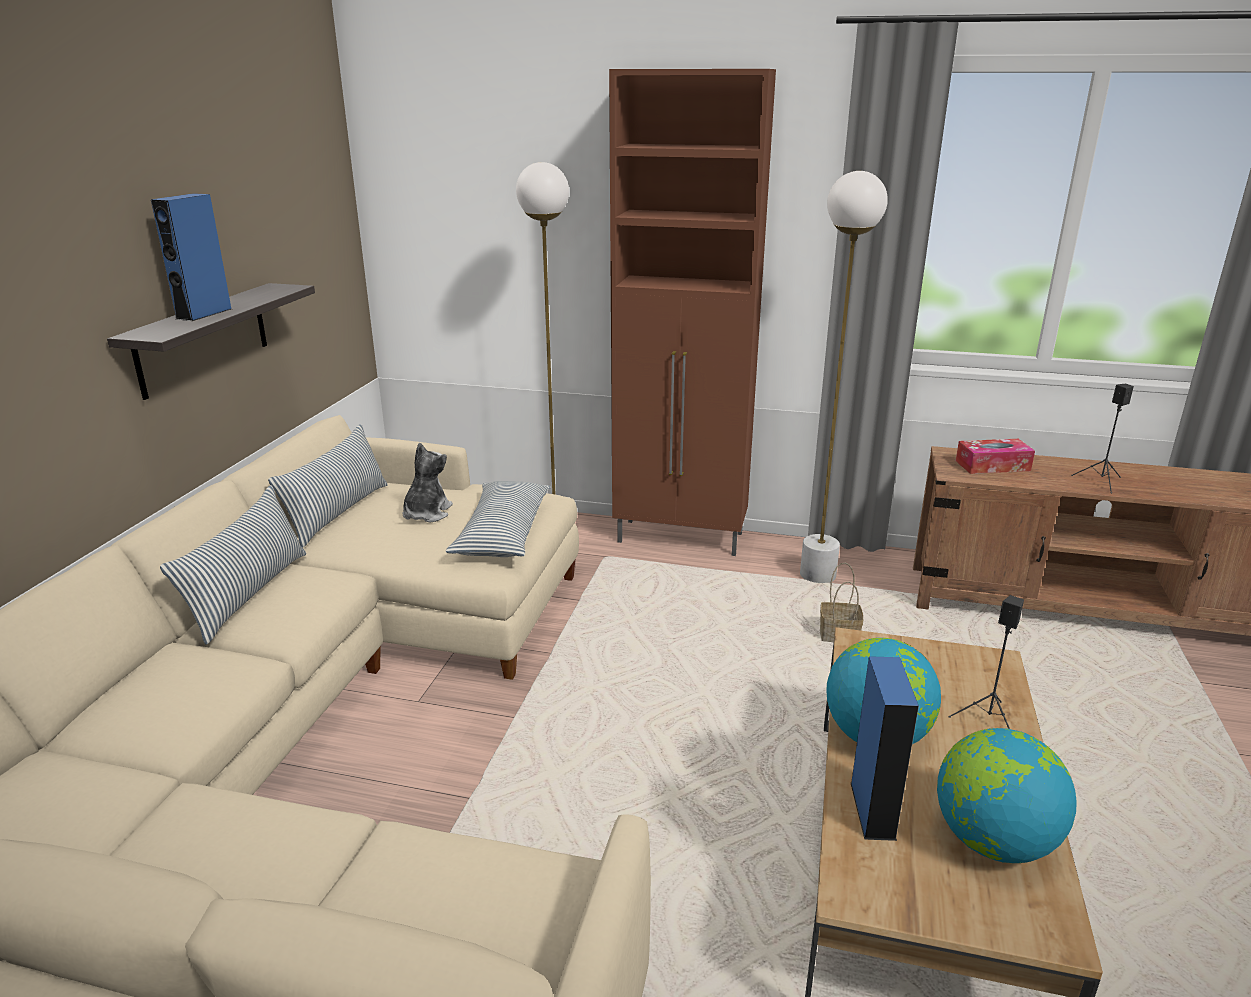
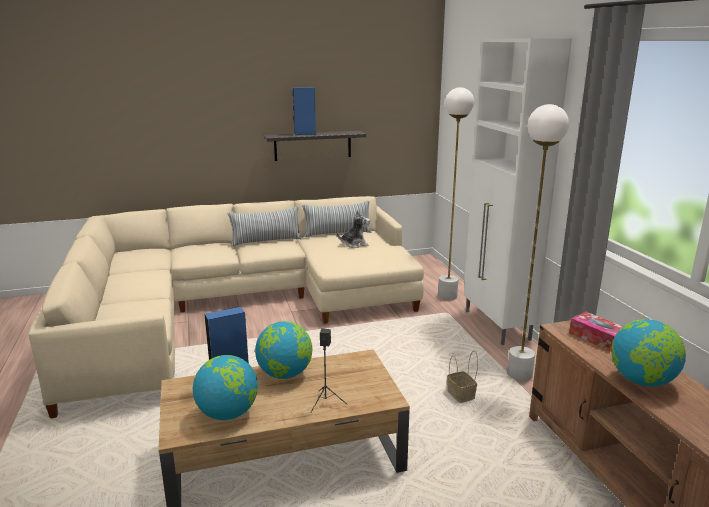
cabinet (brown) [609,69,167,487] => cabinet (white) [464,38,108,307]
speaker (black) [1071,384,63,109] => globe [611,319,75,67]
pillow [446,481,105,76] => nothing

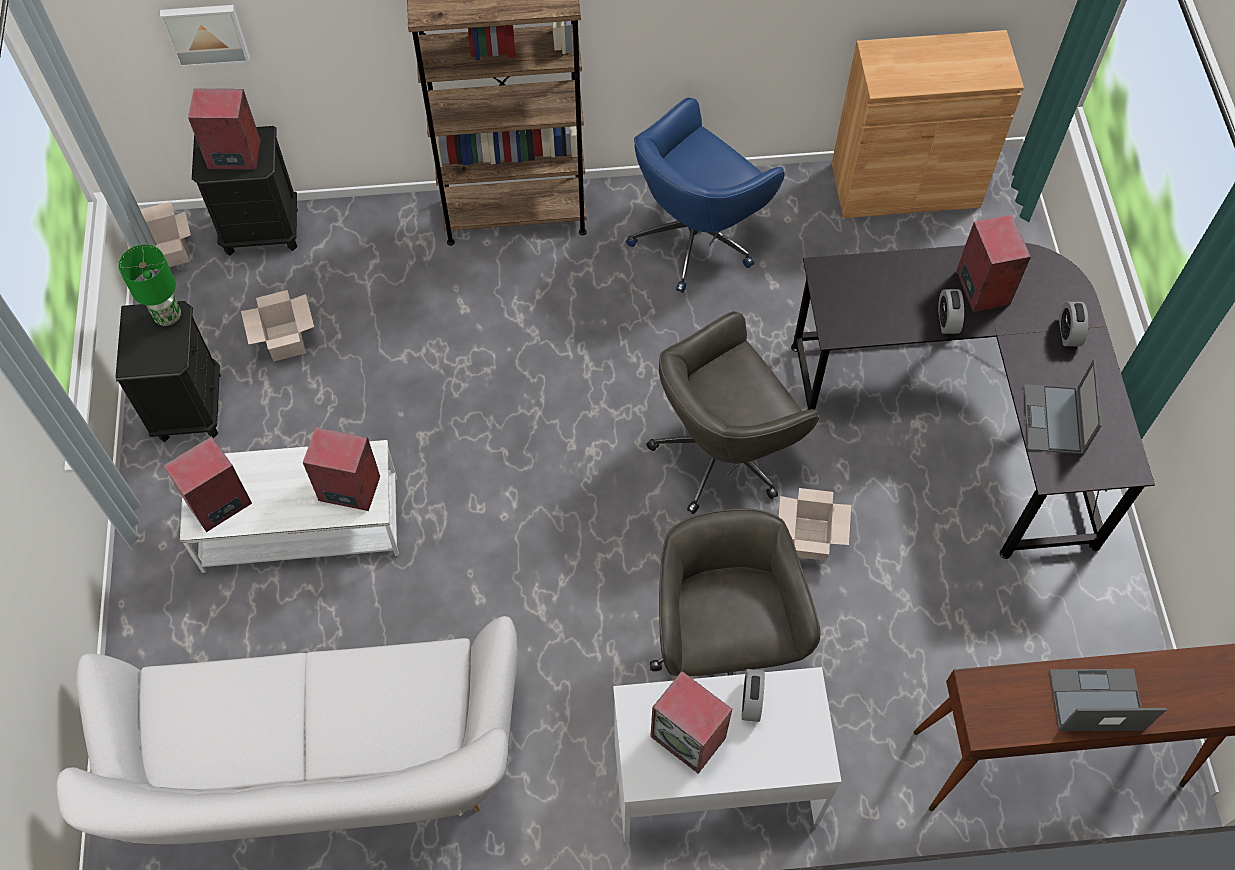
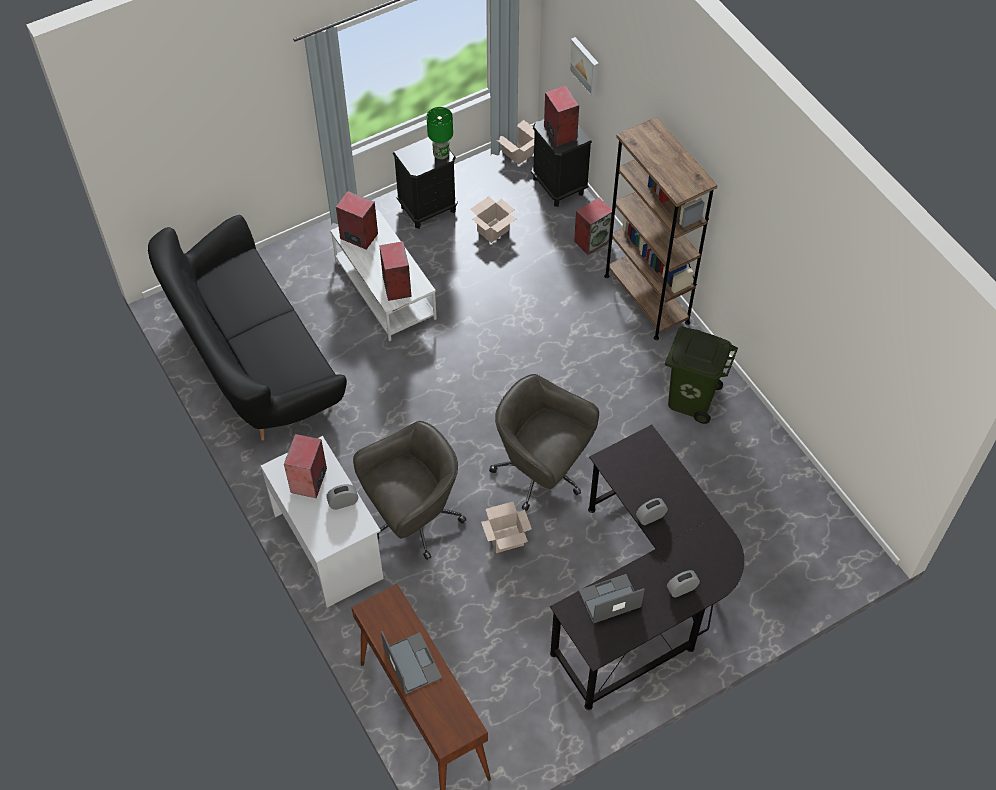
sofa (white) [56,616,462,230] => sofa (black) [148,215,199,226]
speaker [956,215,75,97] => speaker [574,197,38,58], move
office chair (blue) [626,97,159,196] => trash can (green) [665,326,73,98]
cabinet (brown) [832,30,192,188] => nothing

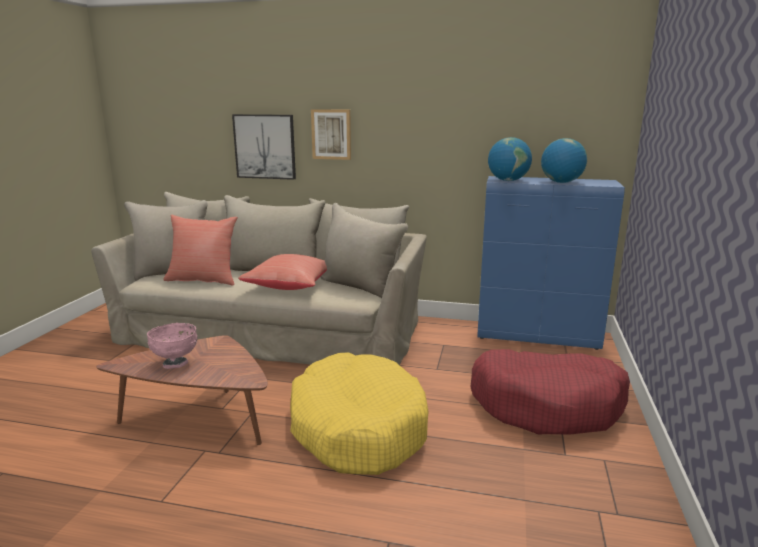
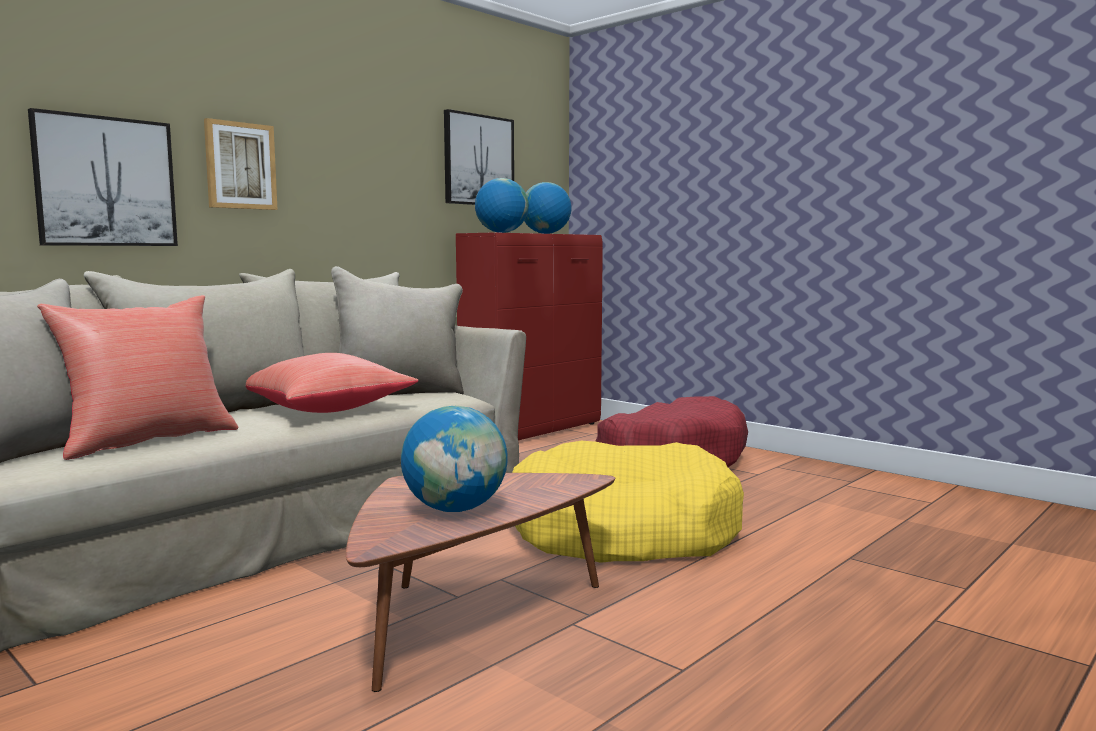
bowl (pink) [147,323,50,46] => globe [401,405,107,107]
nothing => picture [444,109,70,96]
cabinet (blue) [477,176,148,174] => cabinet (red) [456,232,147,208]

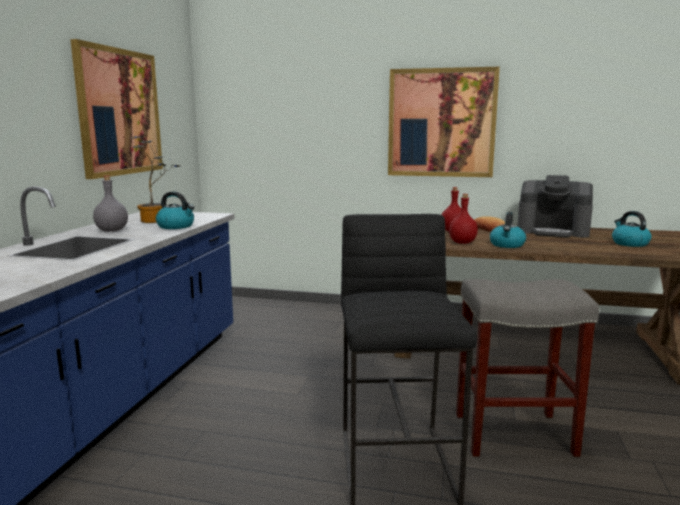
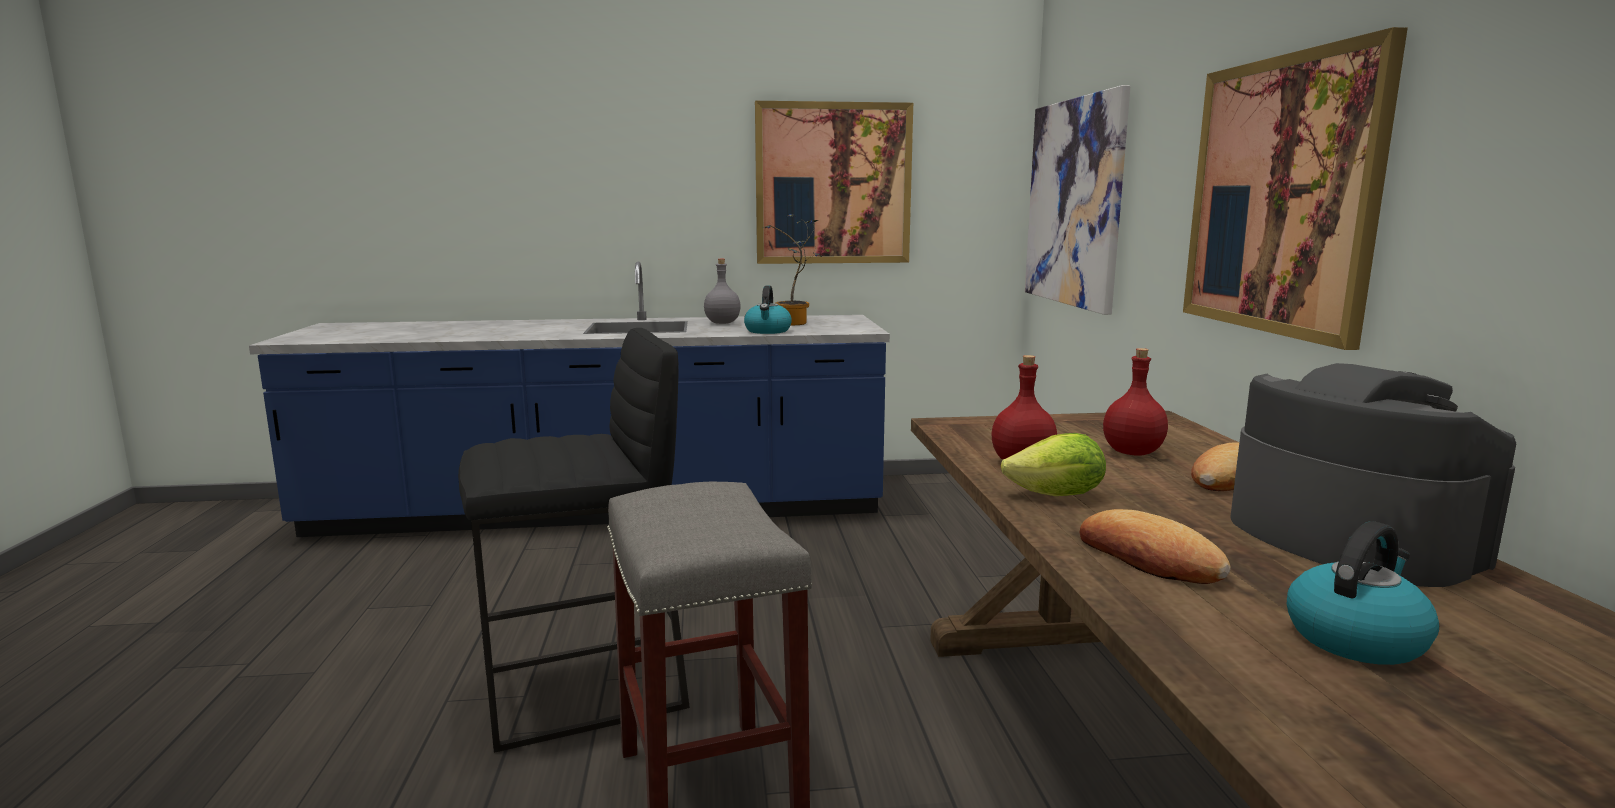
kettle [490,212,36,36] => lettuce [1001,433,105,63]
nothing => picture [1025,85,105,230]
nothing => bread [1080,509,150,75]
coffee machine [517,175,76,63] => coffee machine [1231,363,285,224], 150 degrees clockwise

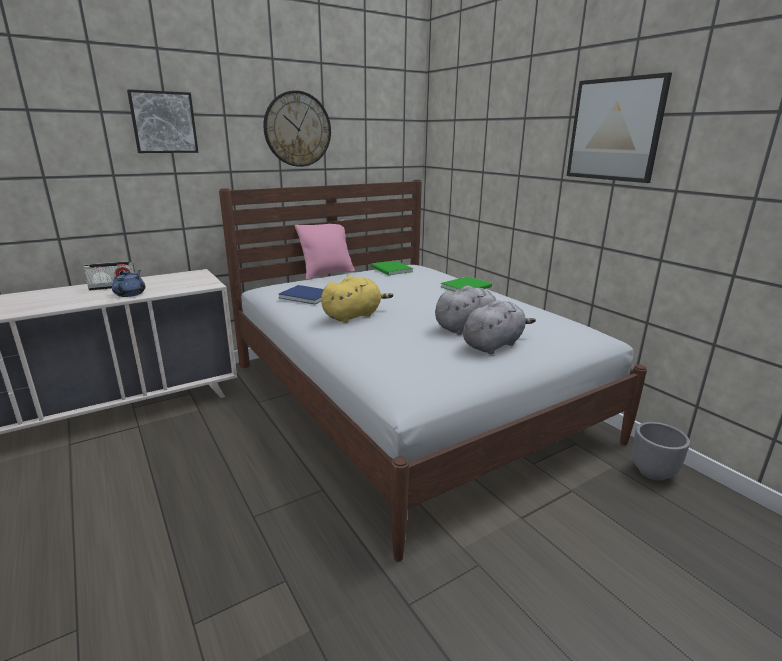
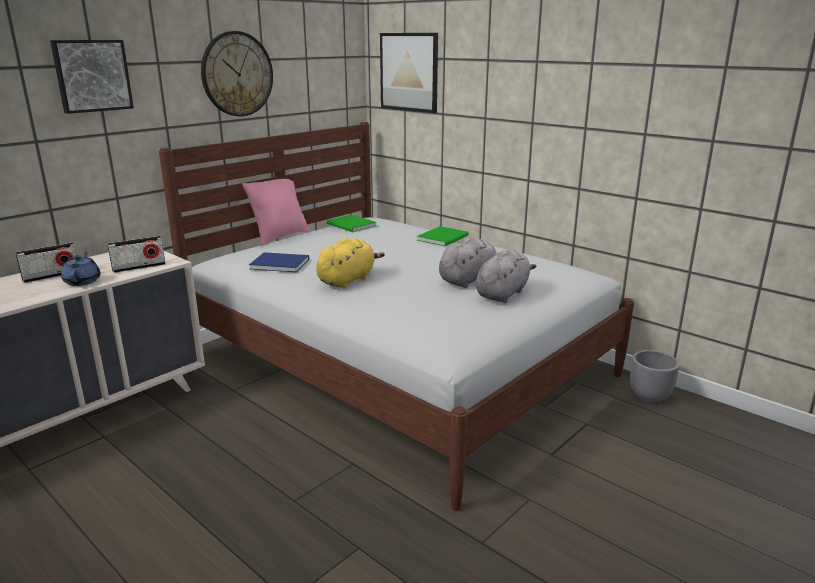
nothing => radio [107,236,59,37]
picture [567,72,105,111] => picture [380,33,58,80], move

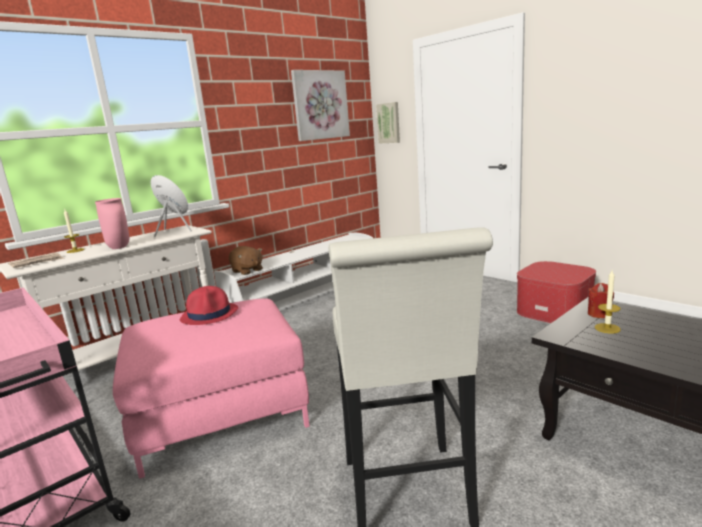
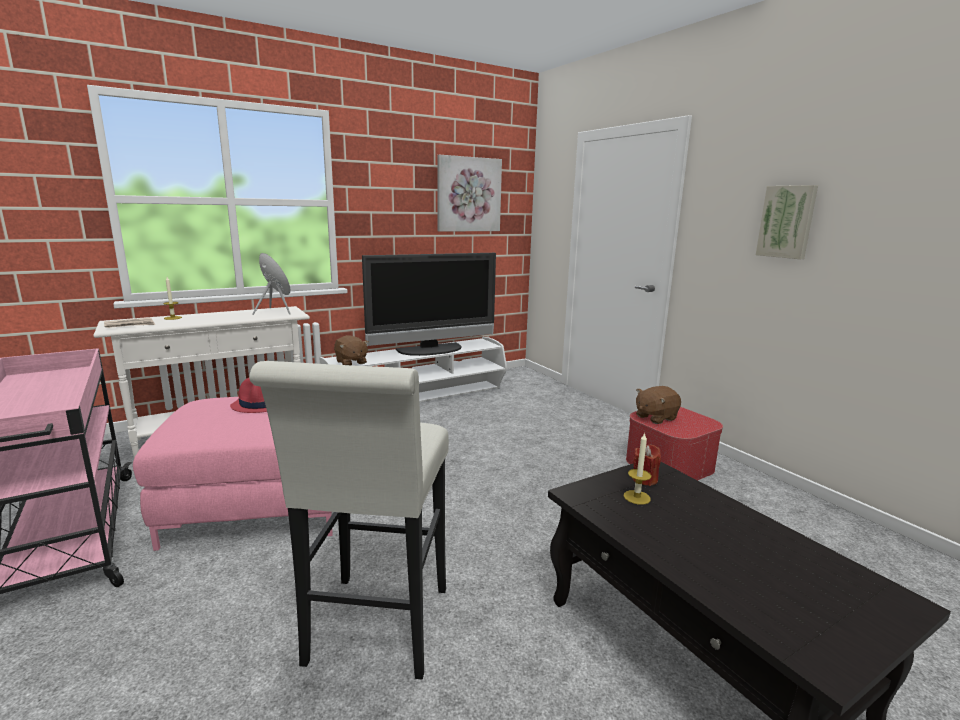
nothing => television [362,253,134,103]
nothing => plush toy (brown) [636,386,45,38]
picture [376,102,24,42] => picture [756,185,62,74], move
vase (pink) [95,198,35,51] => nothing

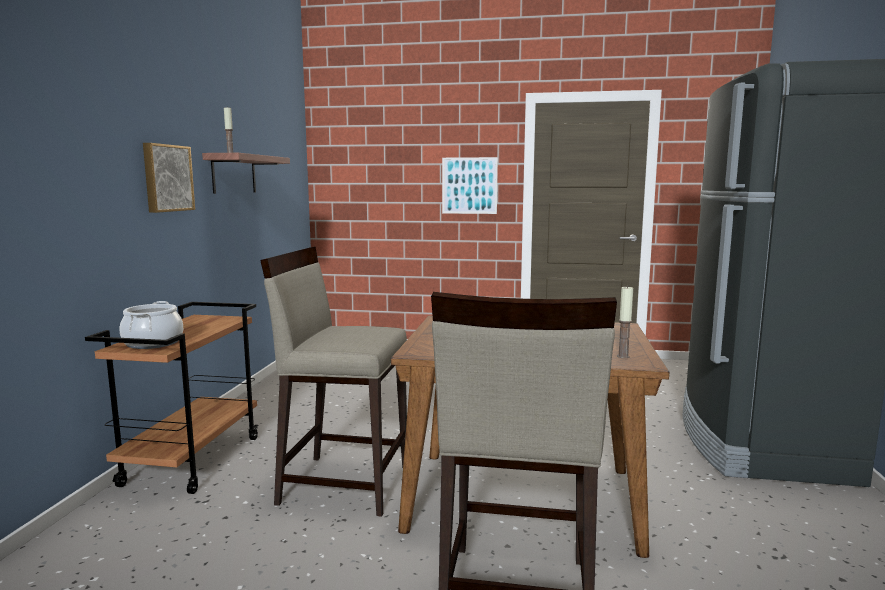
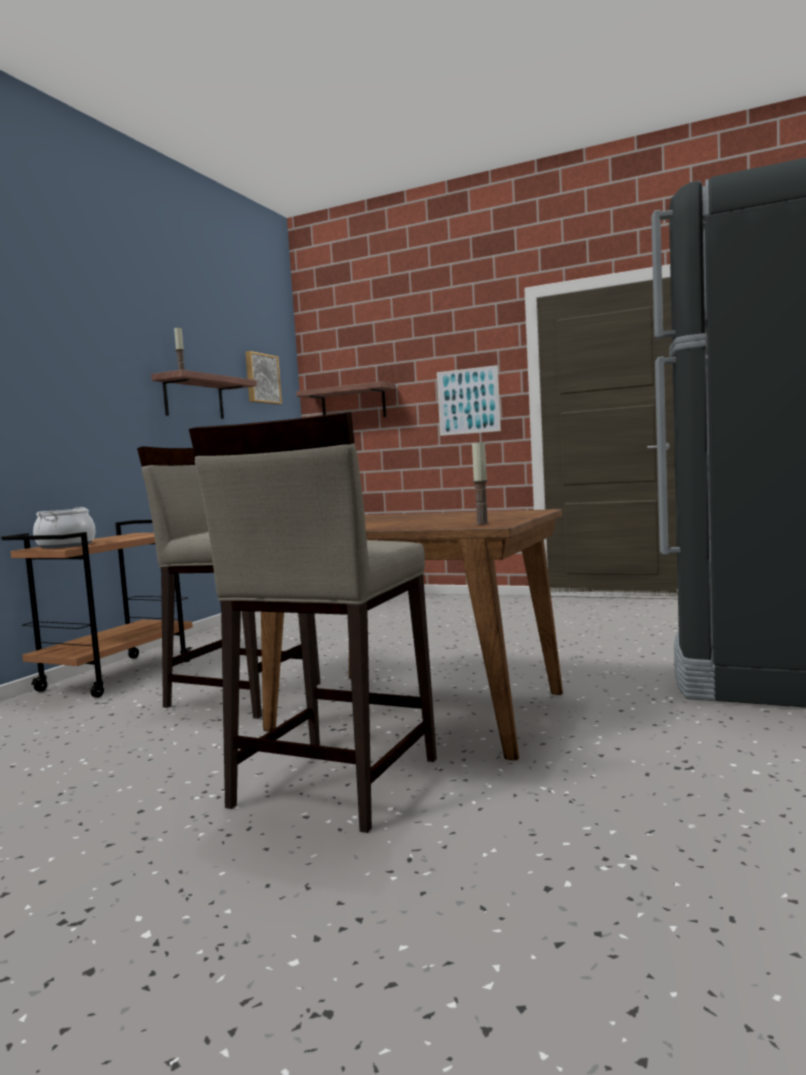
picture [143,143,52,70] => picture [245,351,37,54], move
nothing => shelf [296,381,99,36]

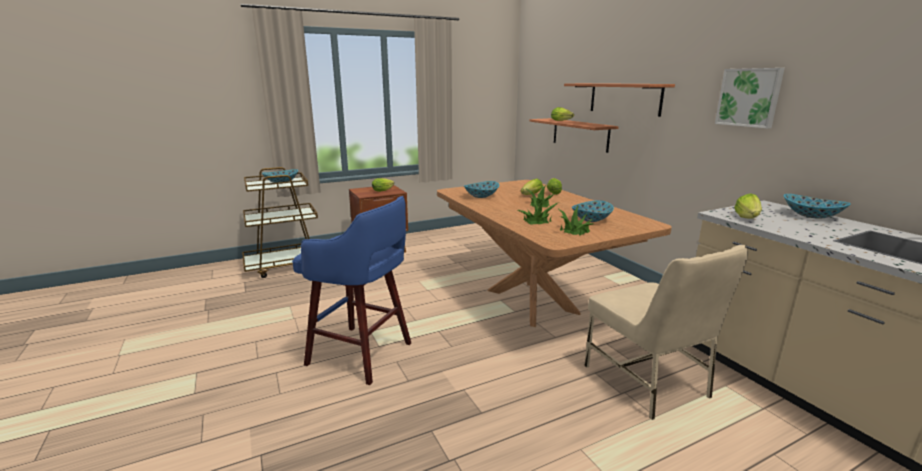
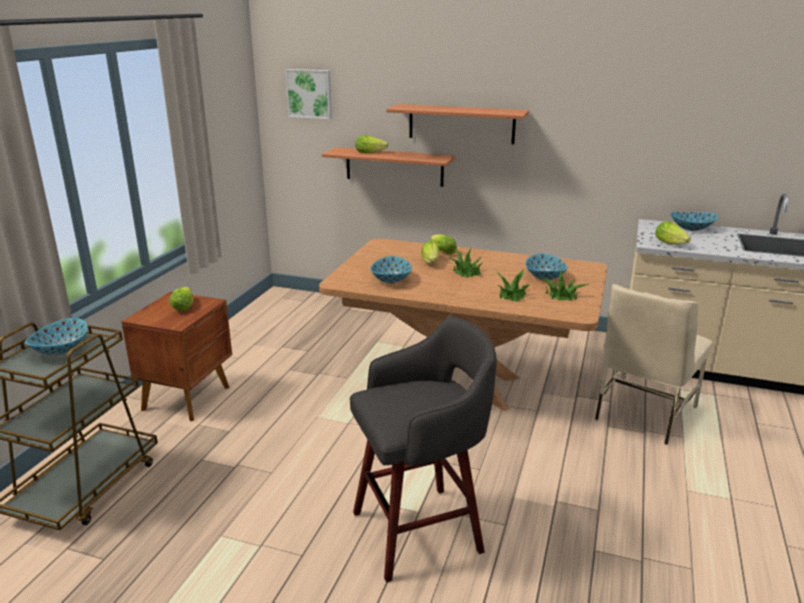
picture [715,68,70,61] => picture [285,69,47,50], move
stool (blue) [292,196,119,189] => stool (grey) [350,316,147,267]
chair (beige) [584,245,164,175] => chair (beige) [595,284,118,161], 105 degrees clockwise

